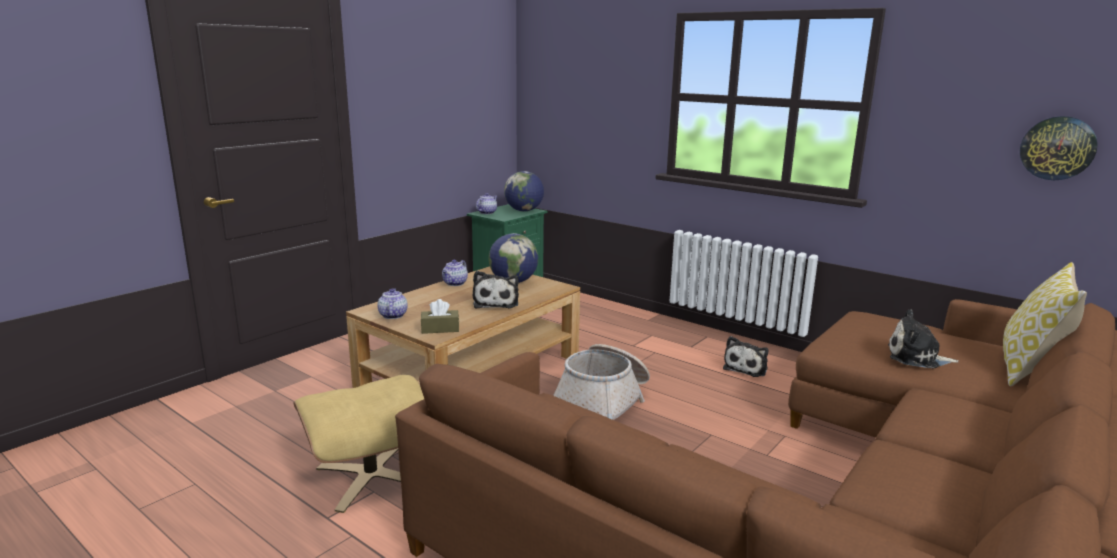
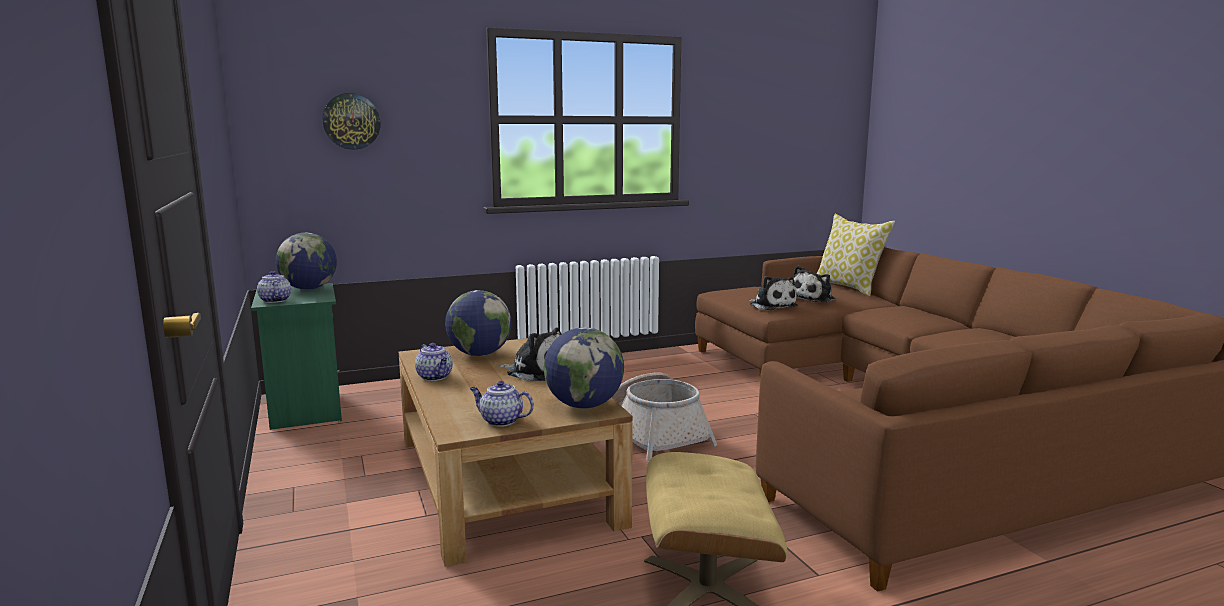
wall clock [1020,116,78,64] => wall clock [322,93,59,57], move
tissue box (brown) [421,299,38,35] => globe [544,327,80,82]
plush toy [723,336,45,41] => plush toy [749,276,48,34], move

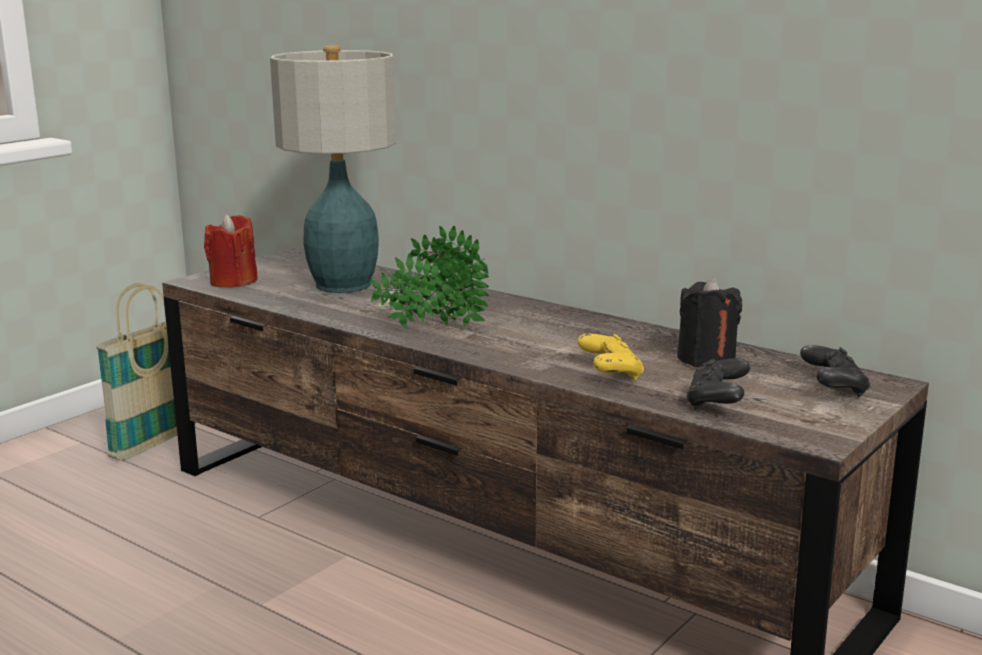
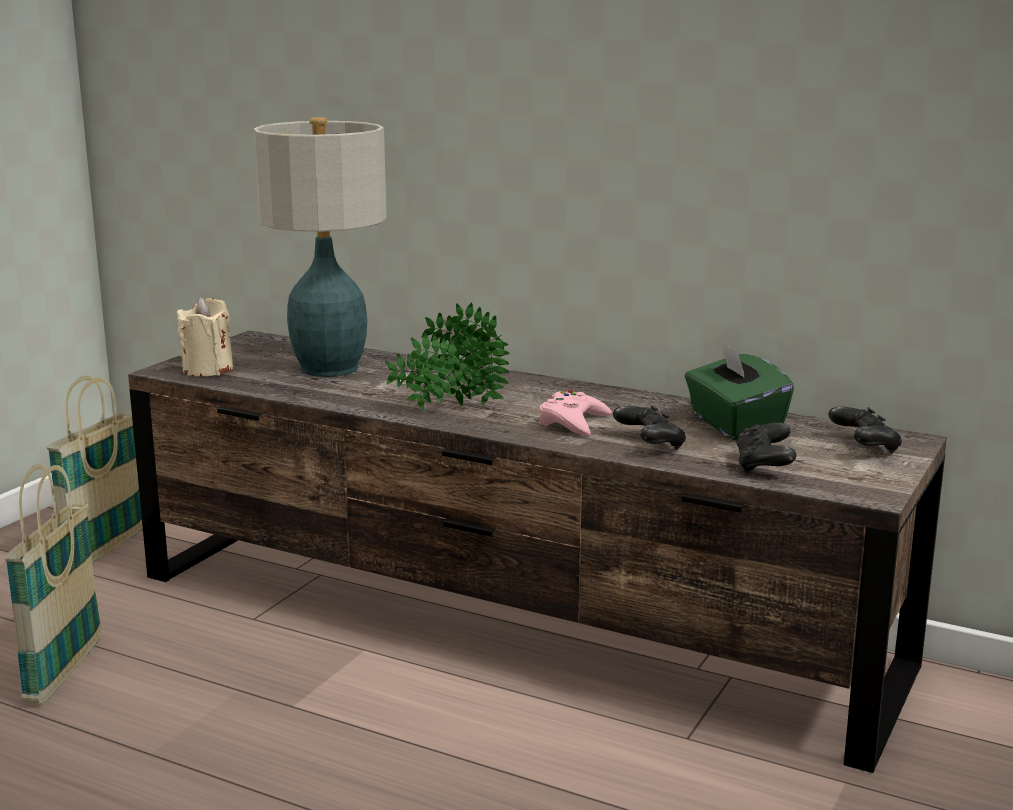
nothing => basket [5,464,97,240]
candle (red) [204,214,53,74] => candle (beige) [177,297,56,79]
nothing => game controller (pink) [539,390,73,46]
game controller (yellow) [578,334,66,47] => game controller (black) [613,405,73,45]
candle (black) [677,277,65,90] => tissue box (green) [685,339,109,101]

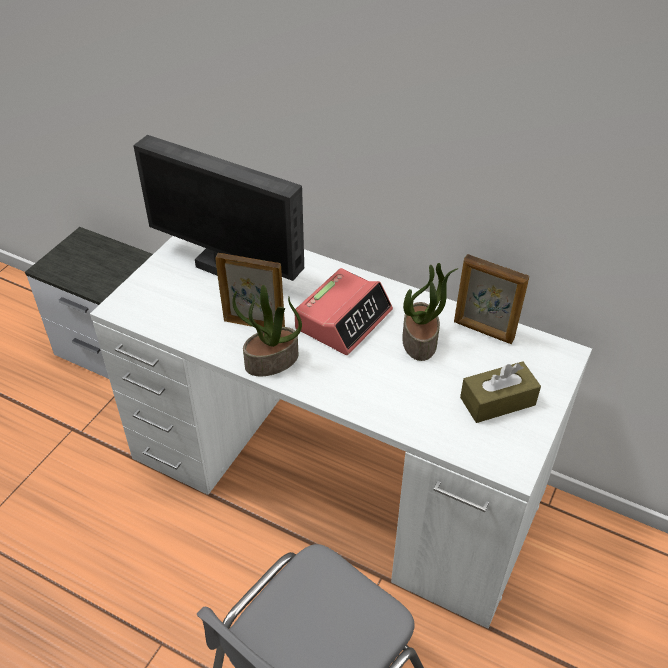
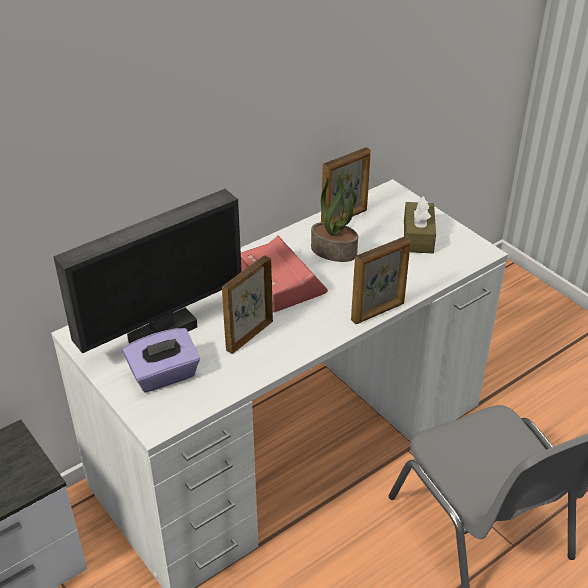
nothing => tissue box (purple) [123,328,77,65]
nothing => picture frame [351,236,60,88]
potted plant [232,285,70,91] => nothing

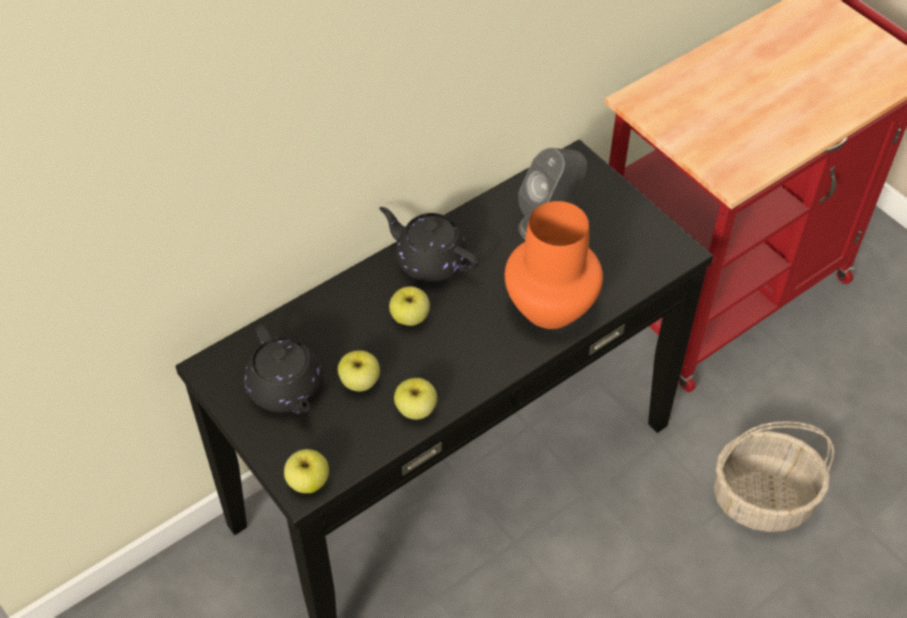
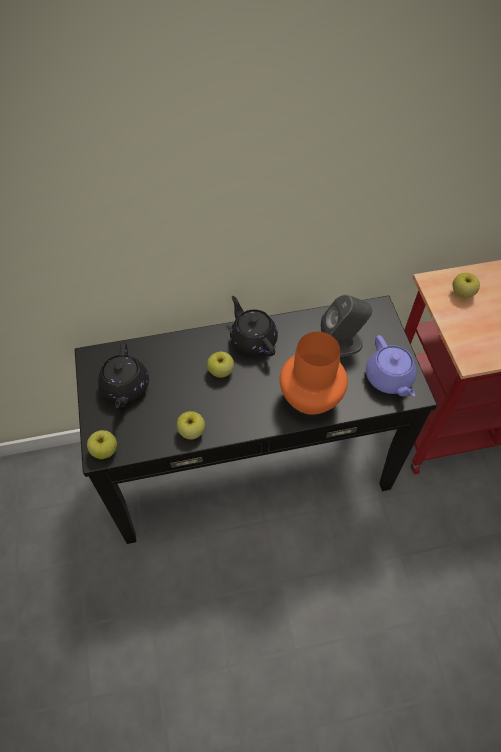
nothing => teapot (purple) [366,335,50,61]
apple [338,350,42,42] => apple [453,273,27,25], move
basket [714,421,121,111] => nothing

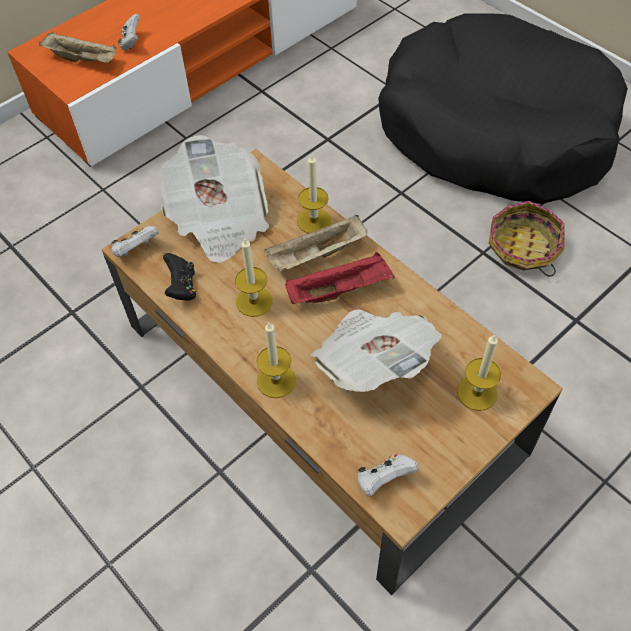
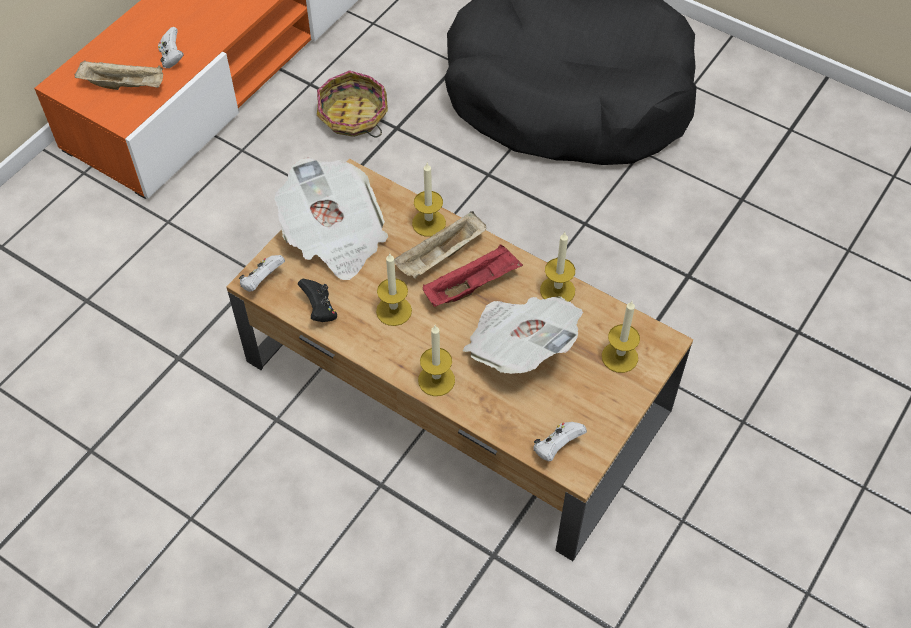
basket [489,201,76,76] => basket [317,70,71,67], move
nothing => candle [540,232,35,70]

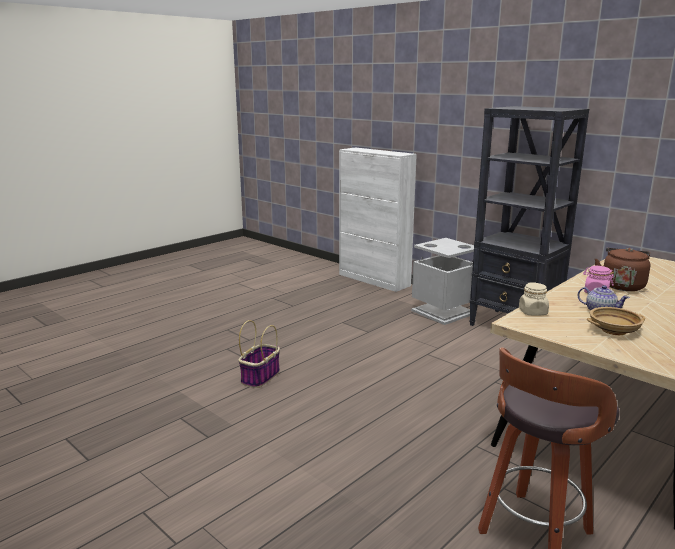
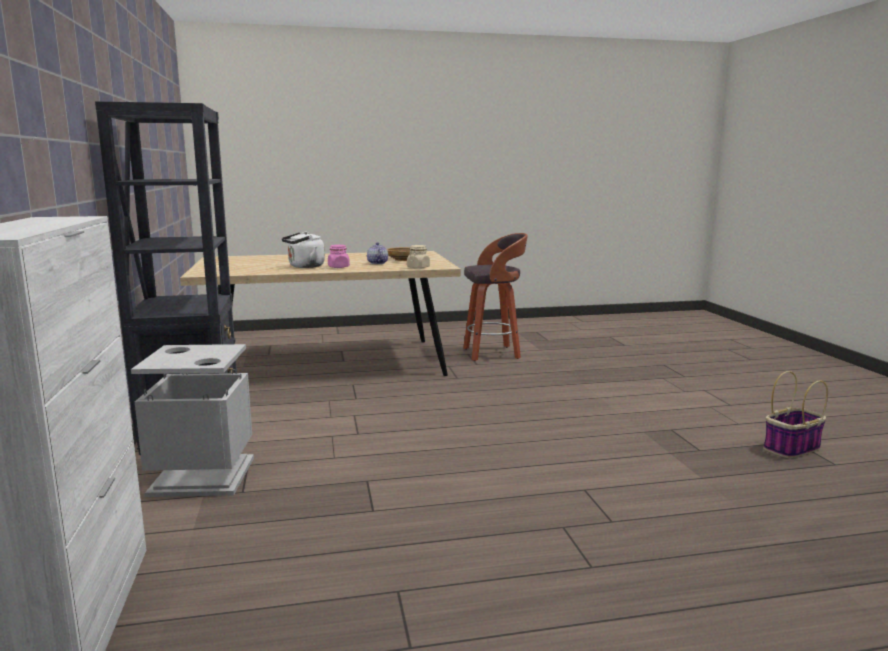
kettle (brown) [595,248,55,43] => kettle (white) [282,232,43,36]
basket [239,320,41,68] => basket [763,371,65,87], move

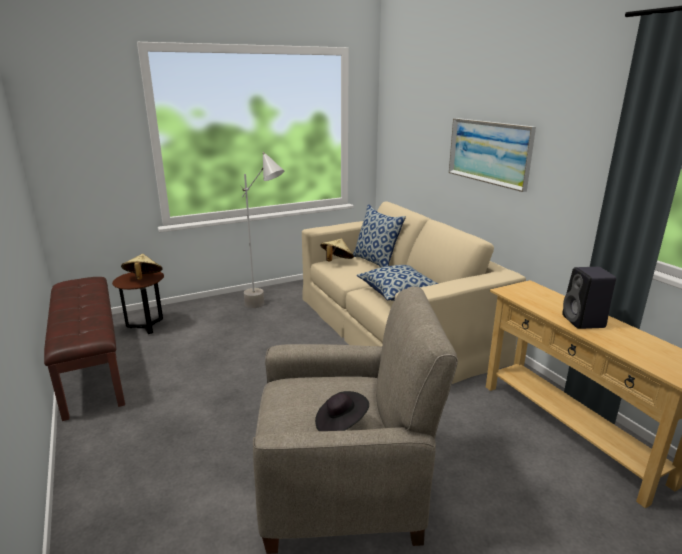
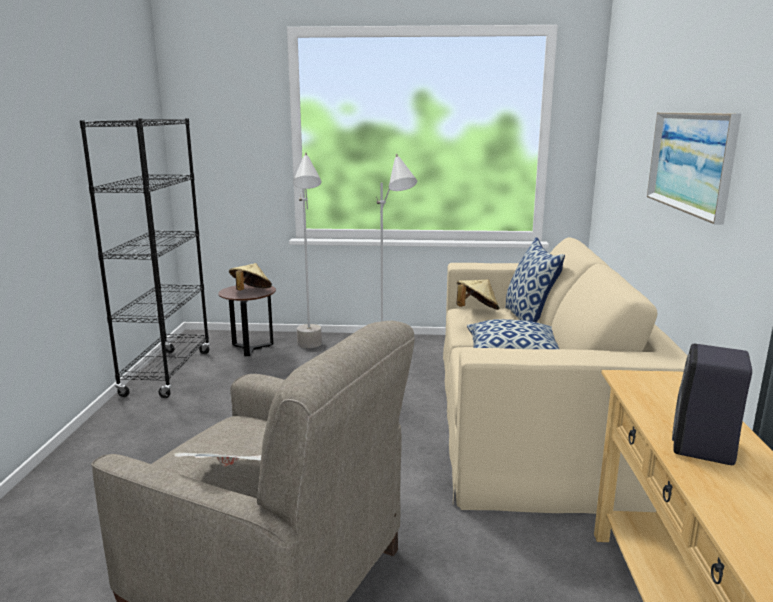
bench (brown) [44,277,81,144] => bookcase (black) [80,118,130,280]
hat (black) [315,391,54,40] => newspaper [174,453,87,14]
nothing => floor lamp (grey) [293,152,29,196]

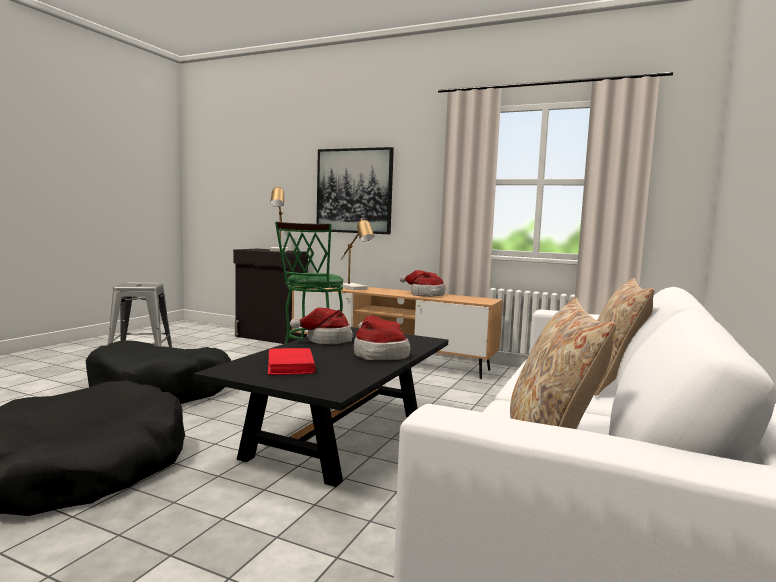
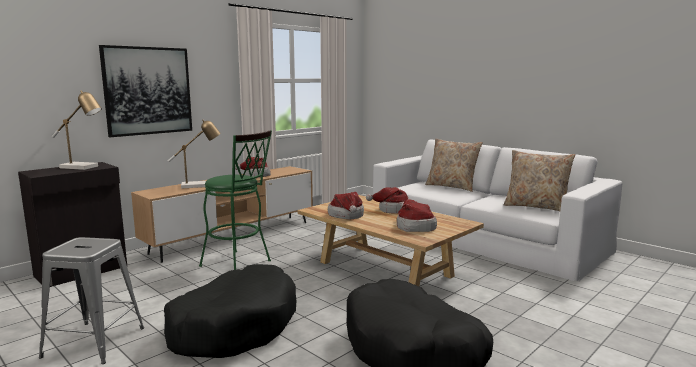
coffee table (black) [193,327,255,160] => coffee table (beige) [298,195,186,91]
book (red) [268,348,48,27] => hat [397,199,40,33]

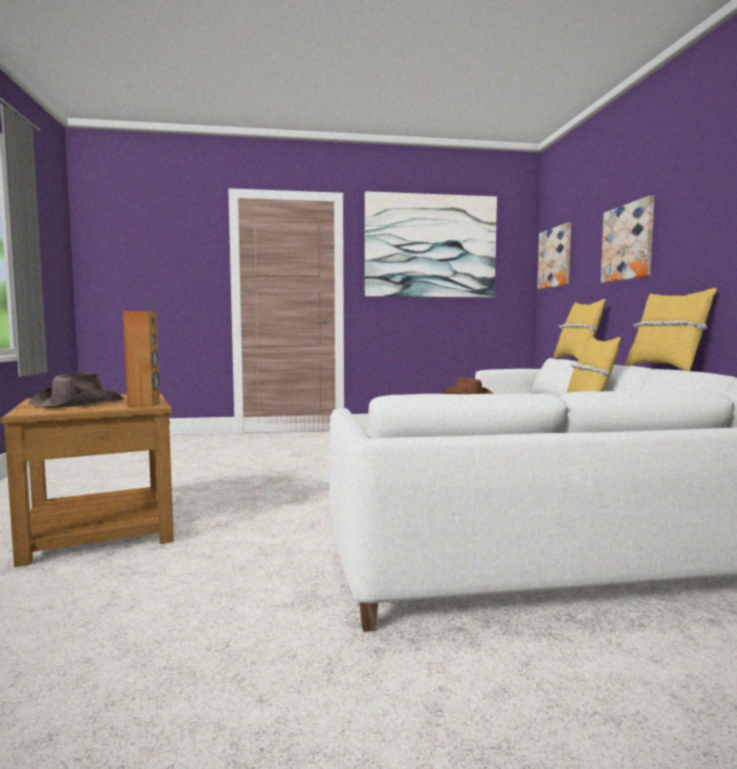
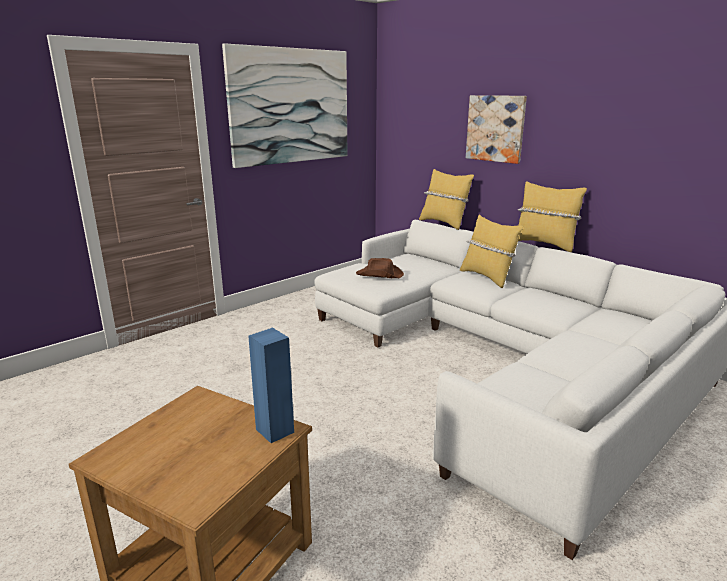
speaker (brown) [123,311,37,96] => speaker (blue) [248,327,46,116]
hat (brown) [28,372,96,36] => nothing
picture [537,222,34,67] => nothing

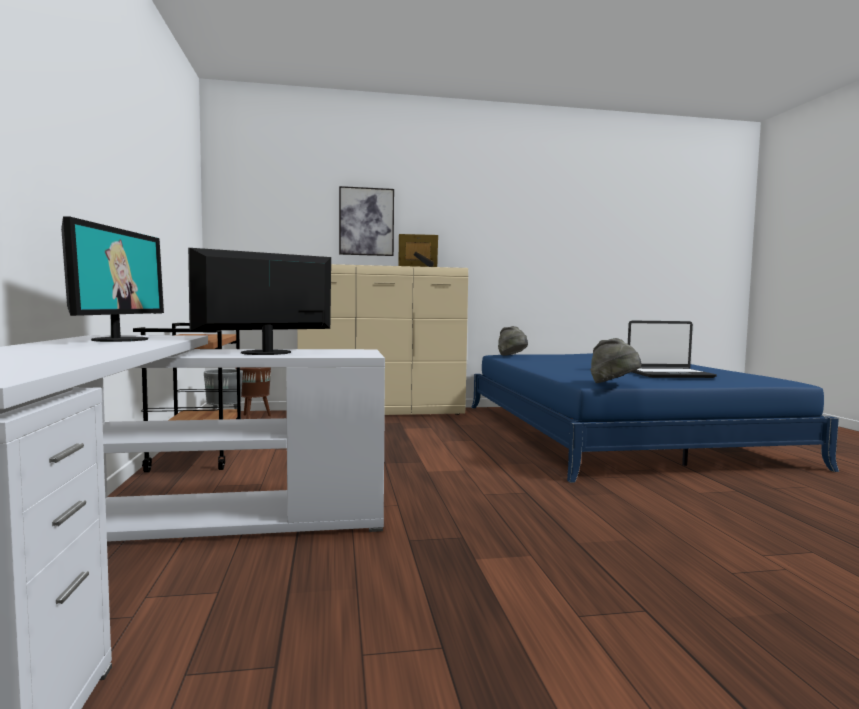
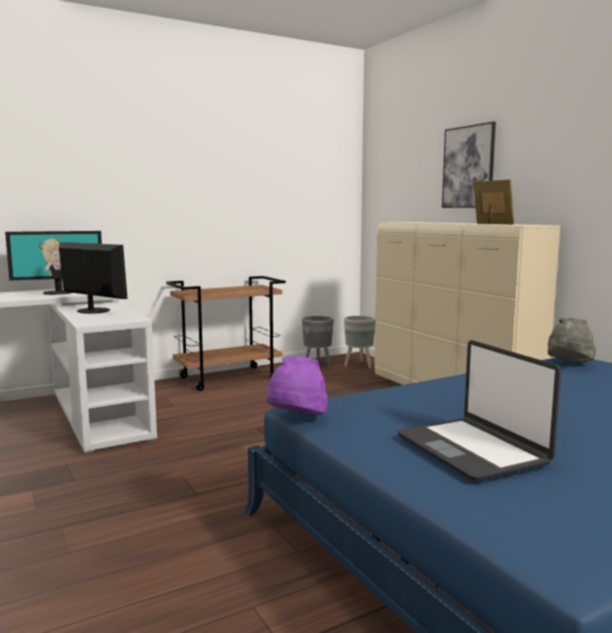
hat (grey) [590,338,52,45] => hat (purple) [266,356,62,58]
planter (brown) [236,367,35,52] => planter (grey) [344,316,32,52]

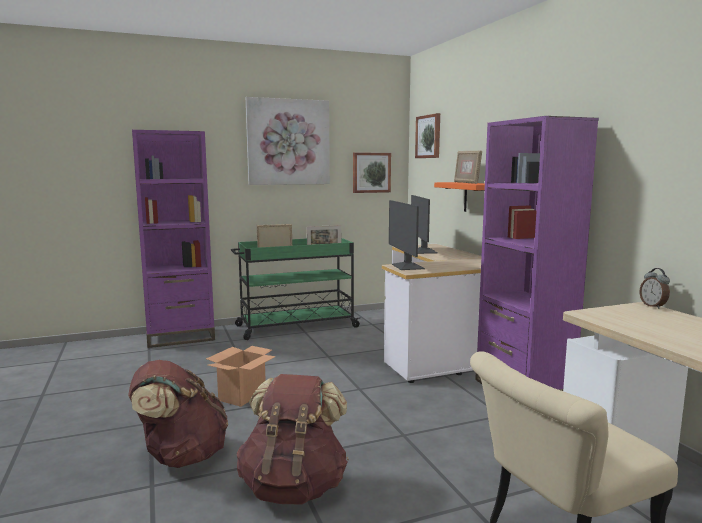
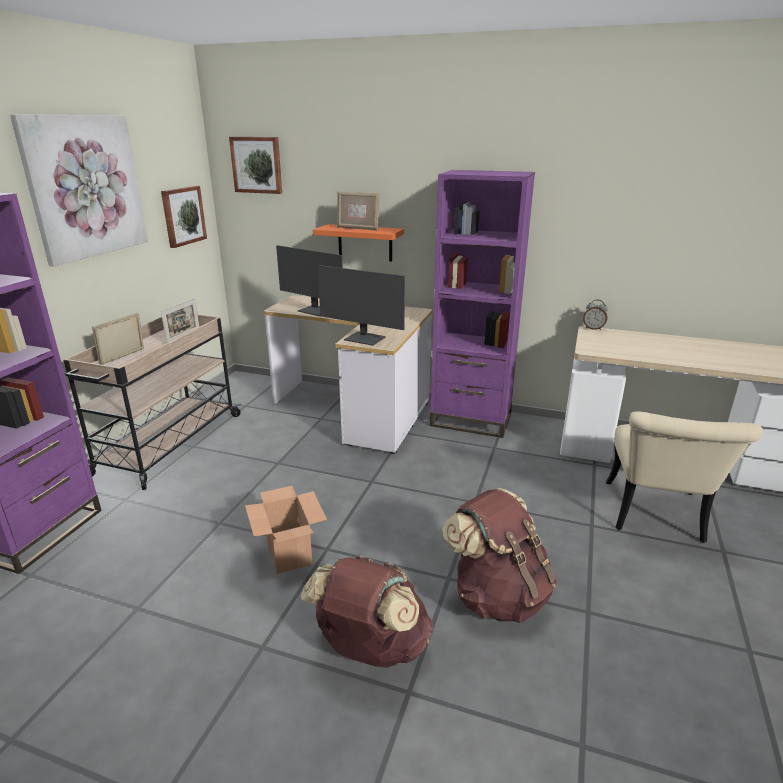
cart (green) [231,238,129,102] => cart (beige) [63,315,178,175]

